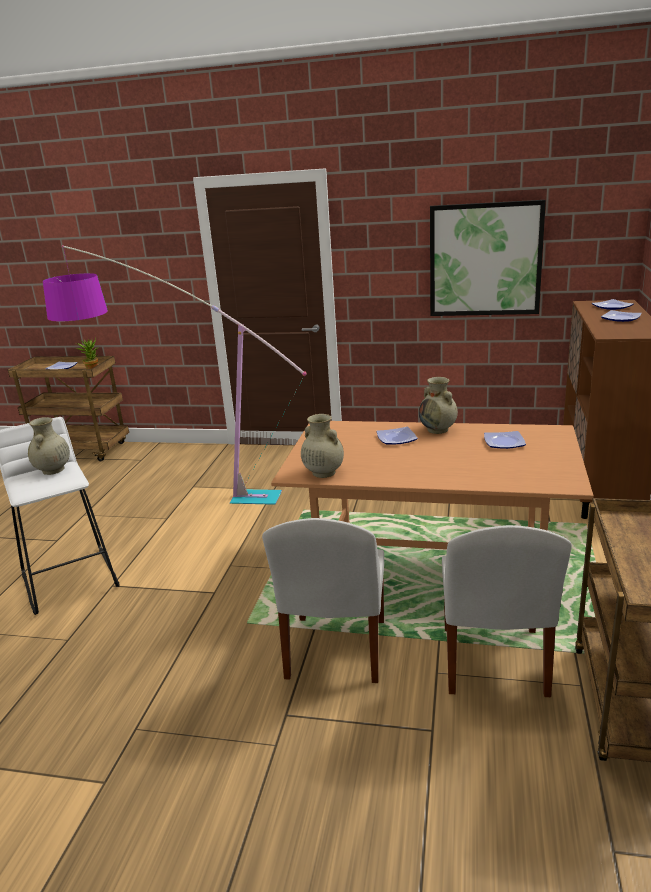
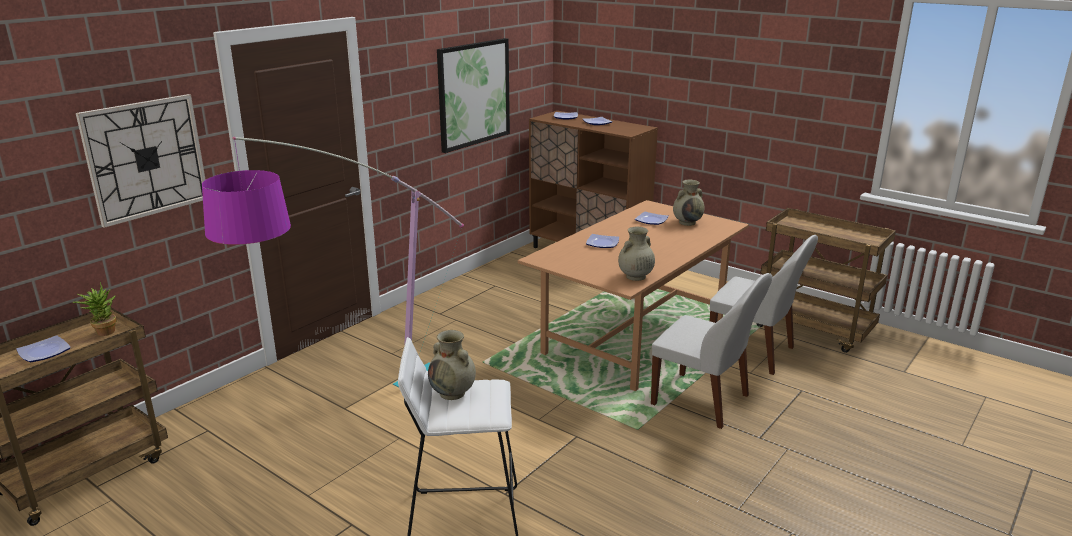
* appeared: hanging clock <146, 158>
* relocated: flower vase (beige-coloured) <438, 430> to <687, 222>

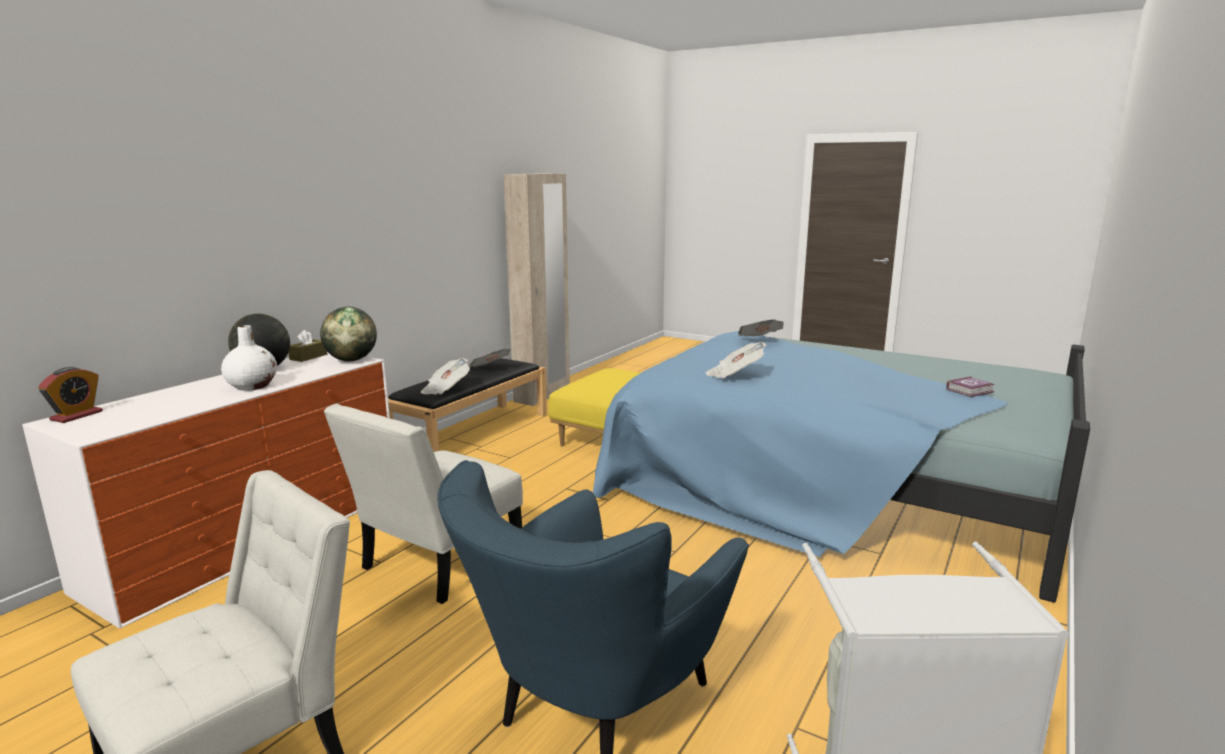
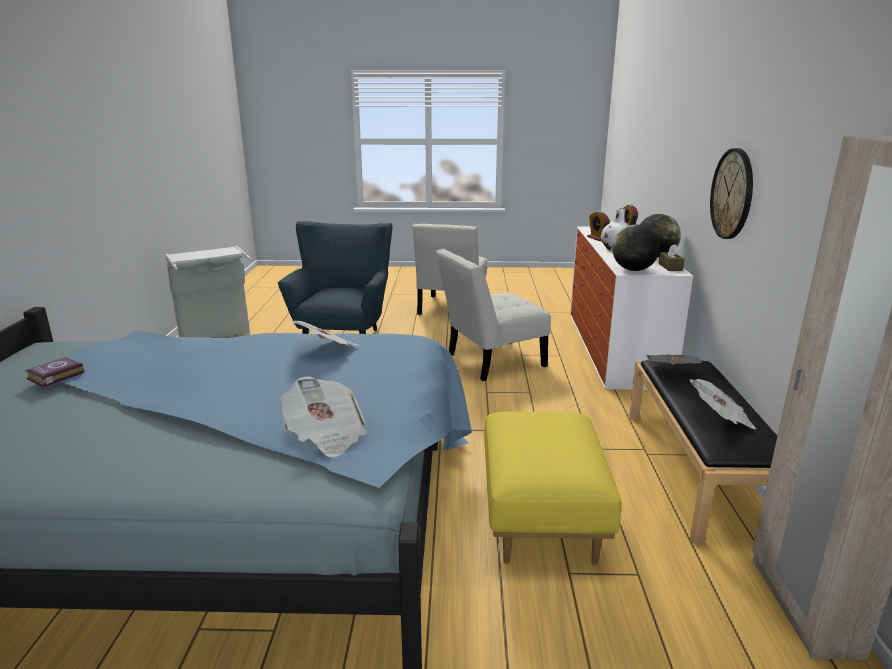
* appeared: bedside clock <597, 238>
* appeared: hanging clock <732, 194>
* spun: upright chair (whitish) <437, 563> = <490, 361> 120 degrees counterclockwise

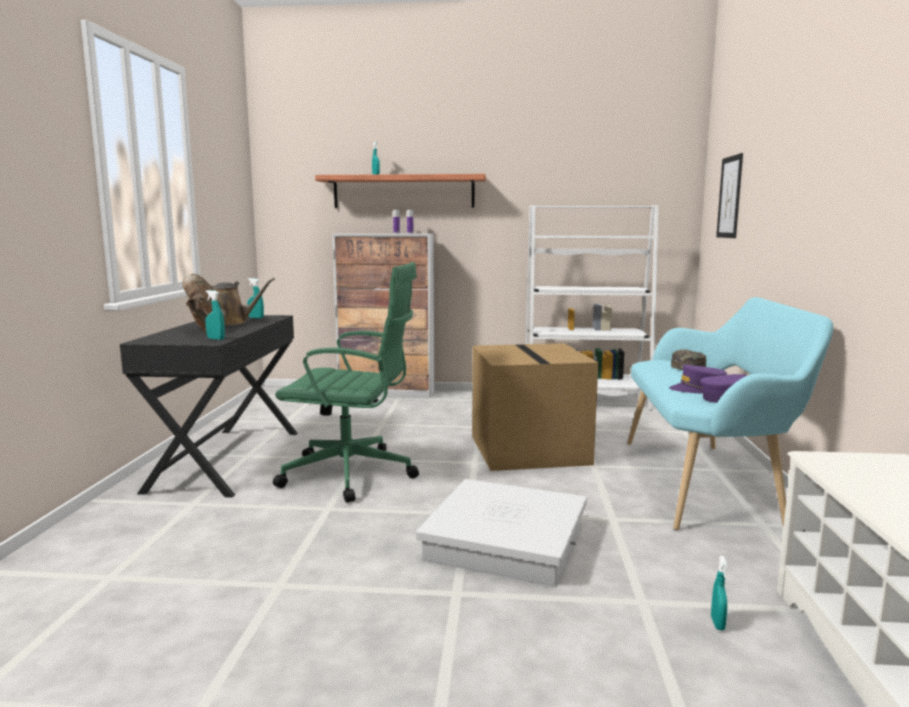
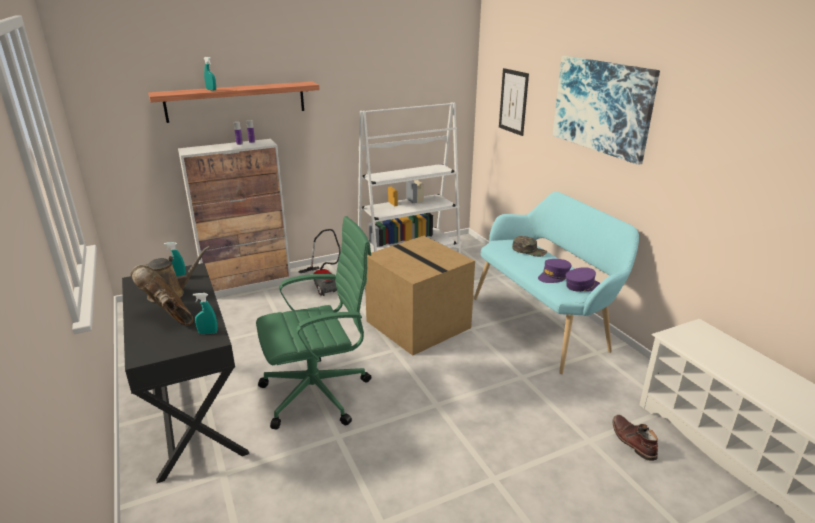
* missing: storage bin (whitish) <505, 541>
* appeared: hoover <324, 284>
* appeared: wall art <602, 106>
* exchanged: spray bottle (blue-green) <717, 623> to tall boot (brown-coloured) <632, 441>

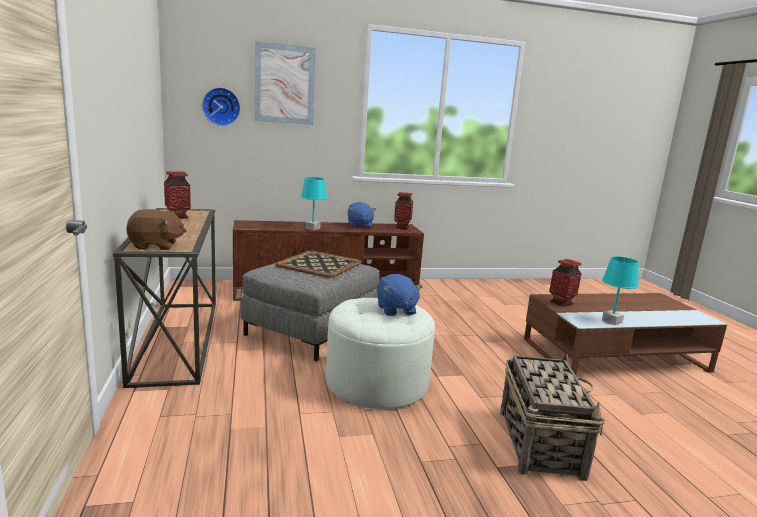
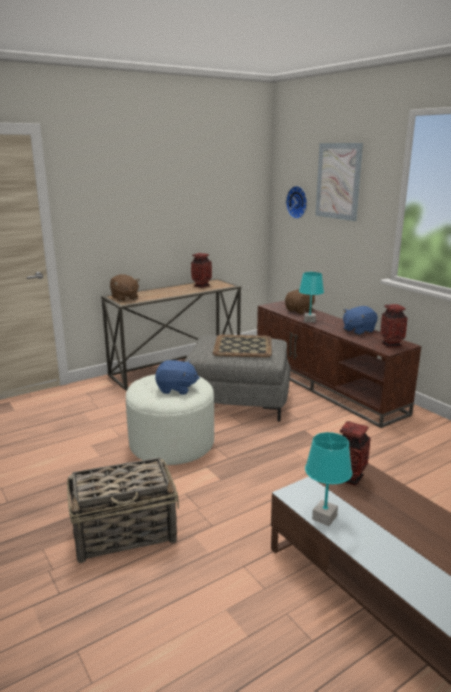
* appeared: plush toy (brown-coloured) <300, 311>
* spun: plush toy (bluish) <395, 310> = <176, 389> 135 degrees counterclockwise

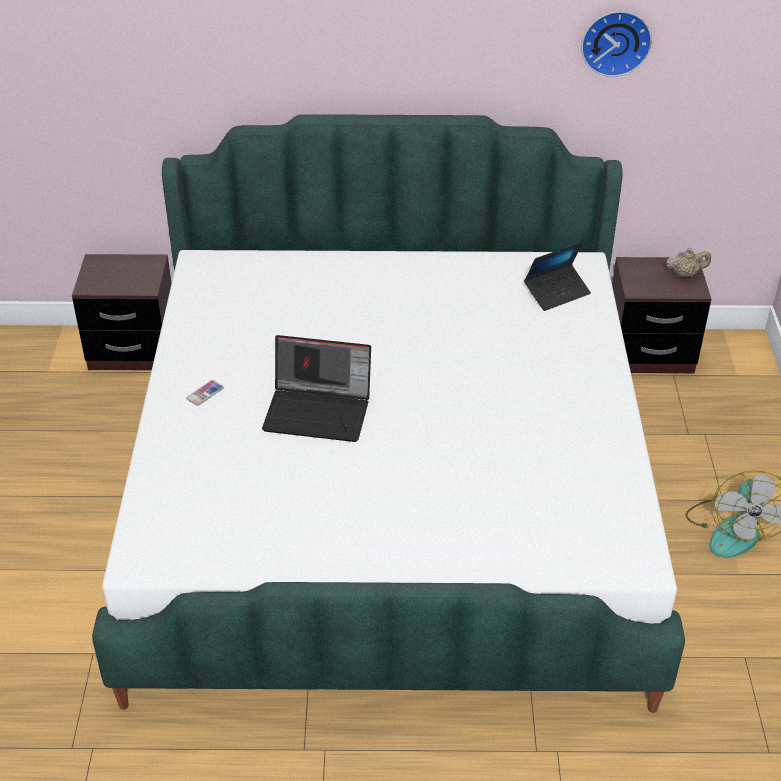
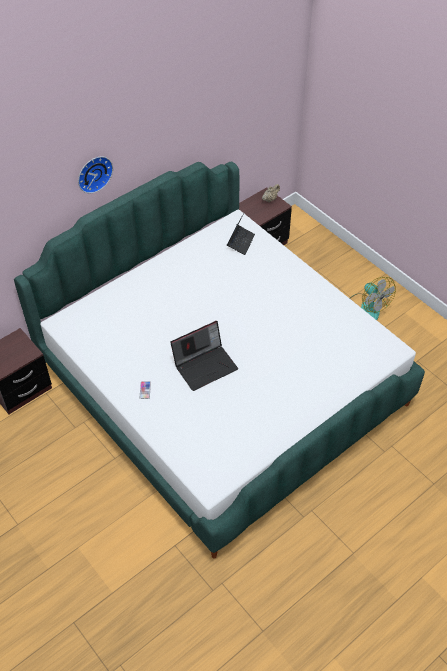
* relocated: hanging clock <615, 41> to <93, 173>

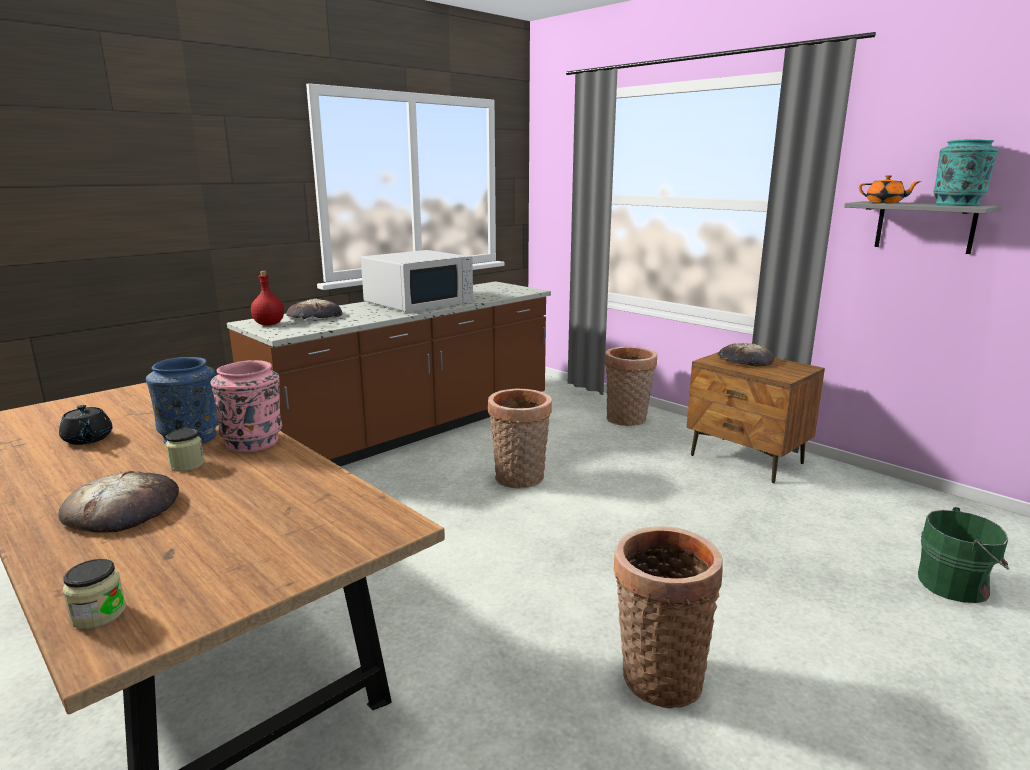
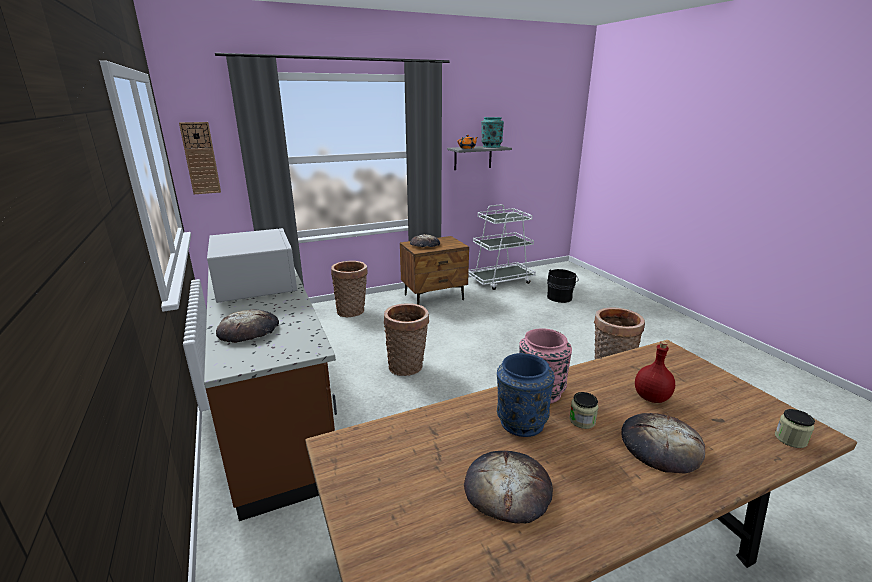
* appeared: hanging clock <200, 158>
* appeared: cart (whitish) <501, 281>
* relocated: drink bottle (reddish) <269, 324> to <652, 397>
* exchanged: tea pot (black) <88, 439> to bread <507, 488>
* colour: pail (green) <956, 585> to pail (black) <560, 297>

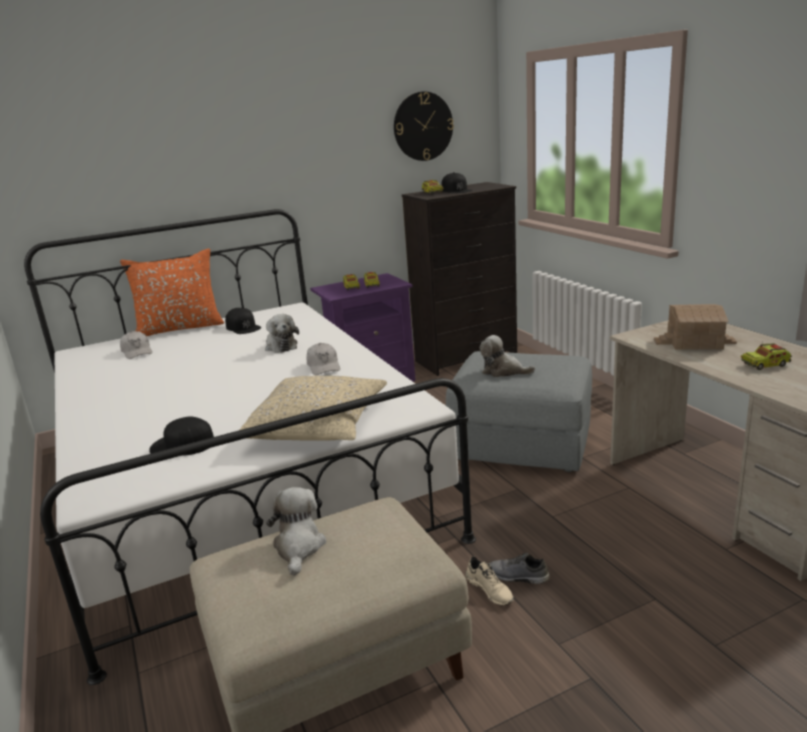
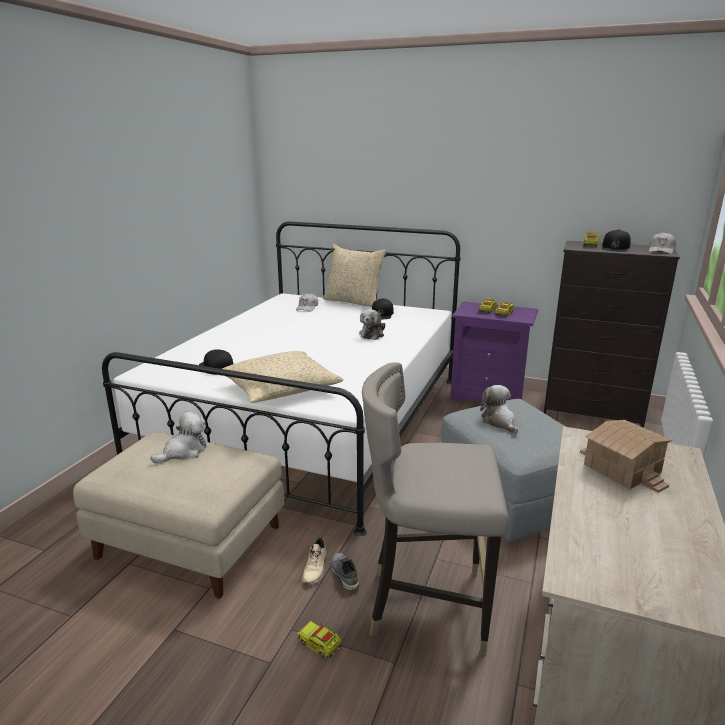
* missing: hanging clock <423, 126>
* appeared: stool seat (greyish) <427, 605>
* relocated: baseball cap (whitish) <324, 366> to <661, 250>
* relocated: model truck <765, 364> to <320, 644>
* colour: throw pillow (orange-coloured) <180, 328> to throw pillow (beige-coloured) <353, 302>

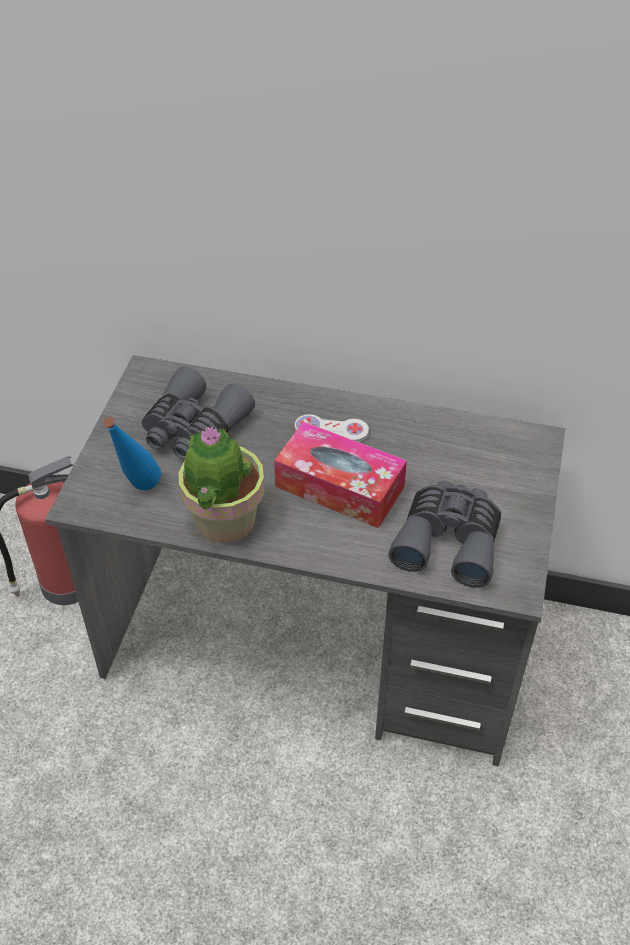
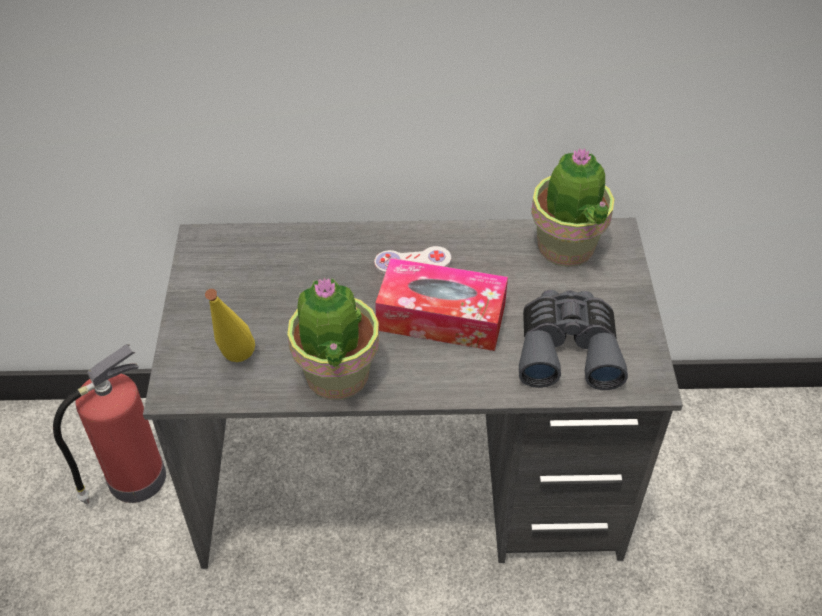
* missing: pair of binoculars (greyish) <193, 429>
* appeared: plant in a pot <565, 247>
* colour: drink bottle (bluish) <139, 493> to drink bottle (yellowish) <236, 366>

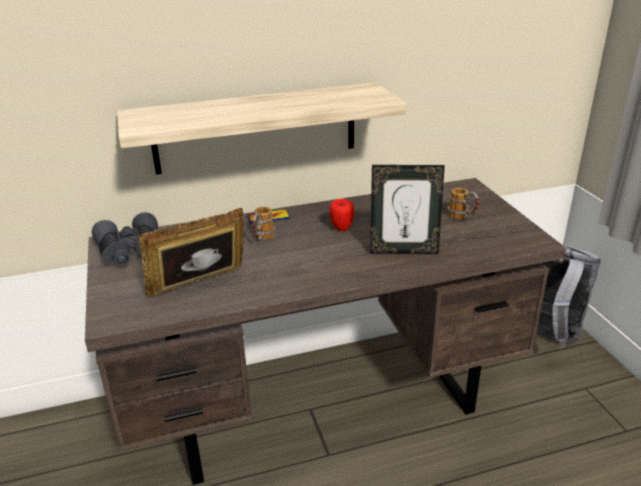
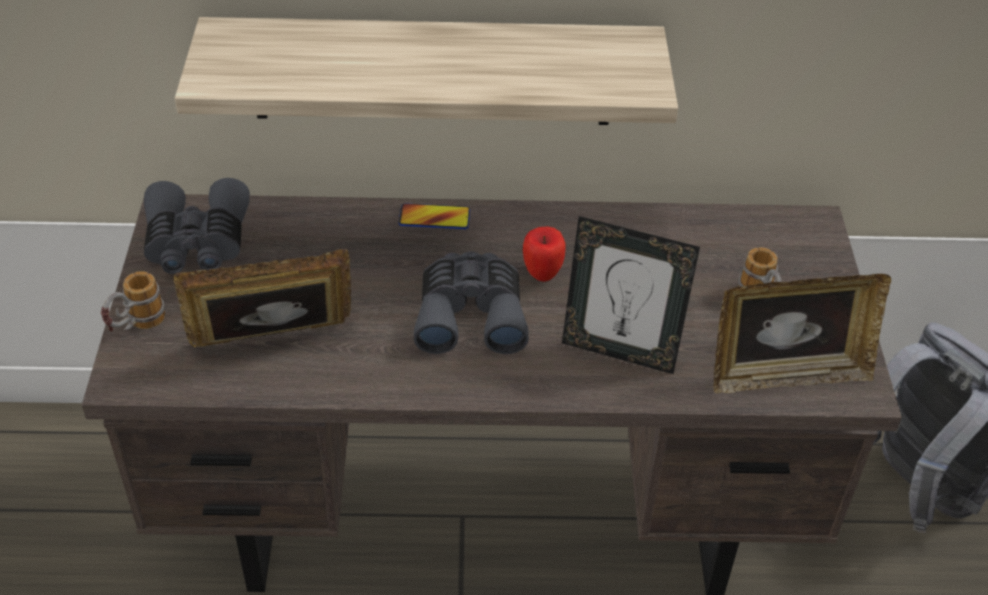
* appeared: pair of binoculars (greyish) <470, 314>
* appeared: standing frame <786, 375>
* relocated: coffee mug <261, 240> to <136, 327>

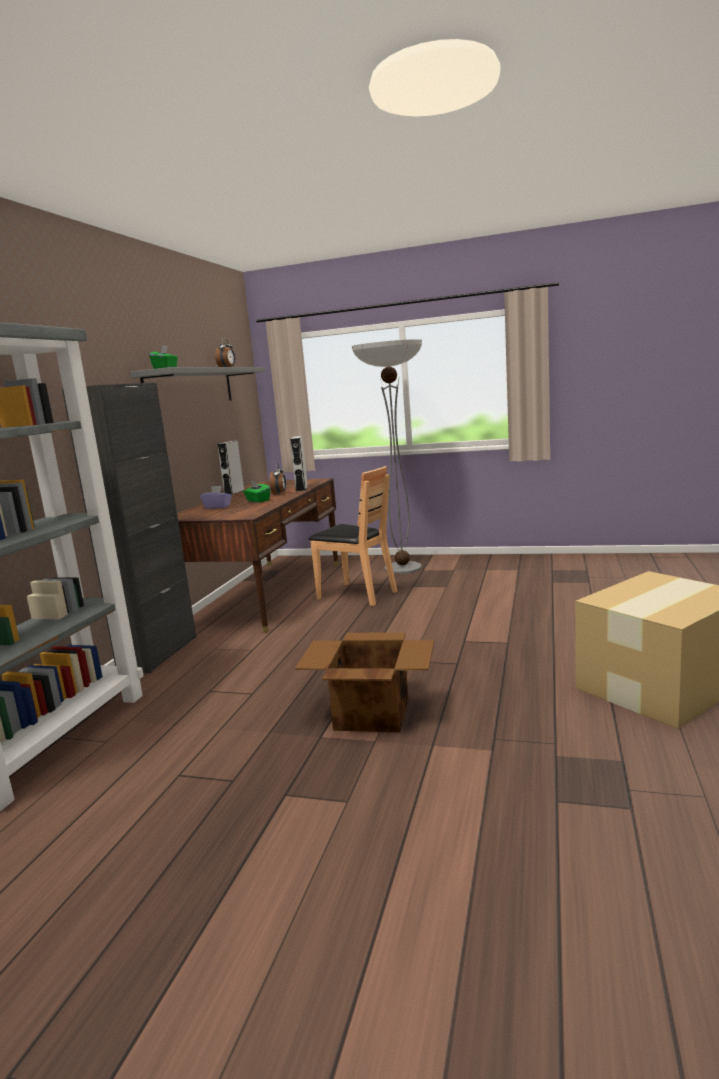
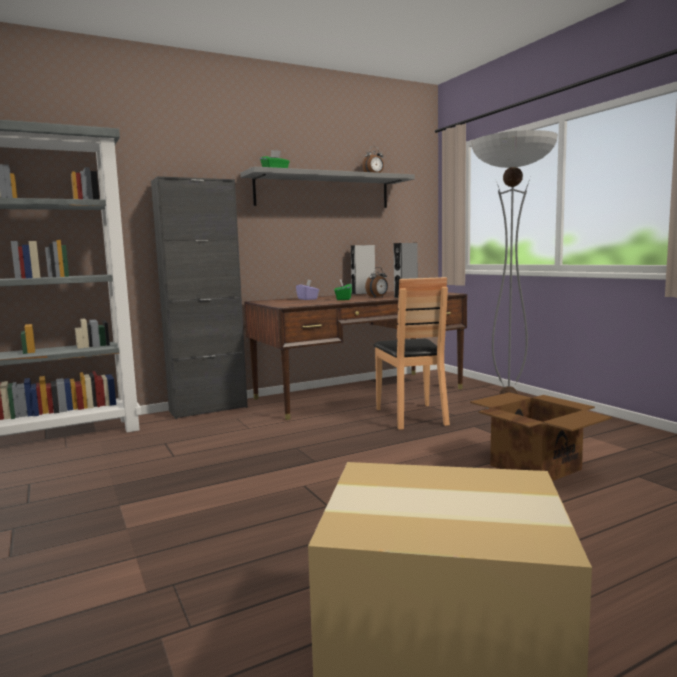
* relocated: packing box <371, 713> to <534, 467>

